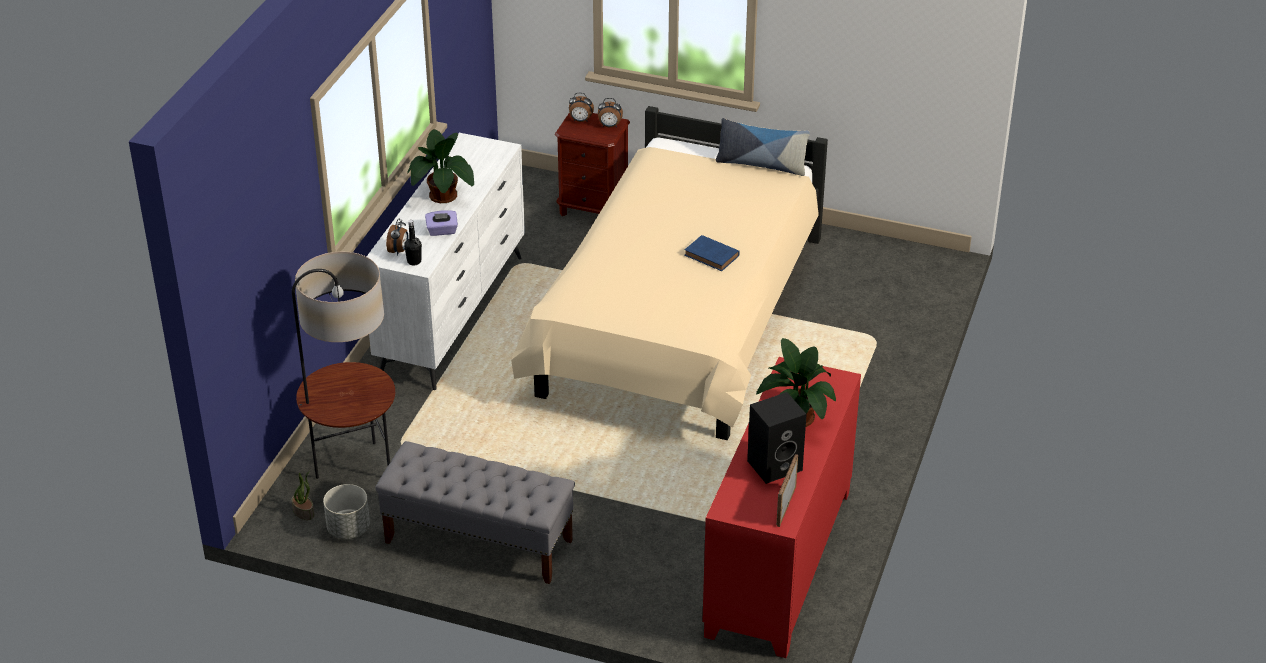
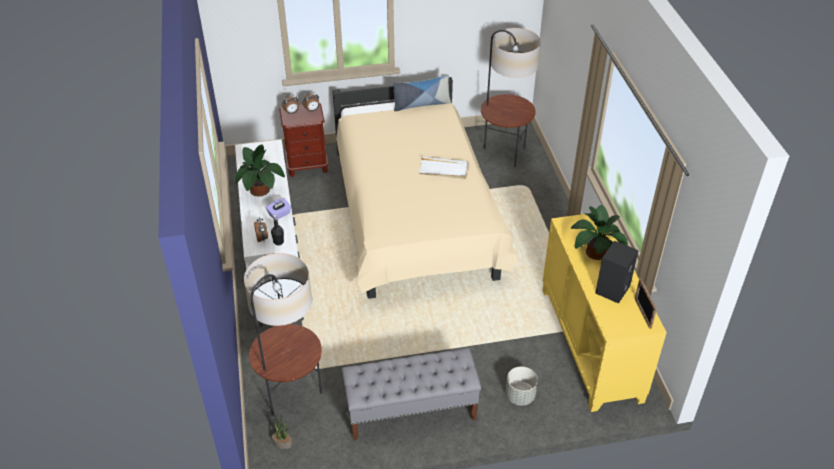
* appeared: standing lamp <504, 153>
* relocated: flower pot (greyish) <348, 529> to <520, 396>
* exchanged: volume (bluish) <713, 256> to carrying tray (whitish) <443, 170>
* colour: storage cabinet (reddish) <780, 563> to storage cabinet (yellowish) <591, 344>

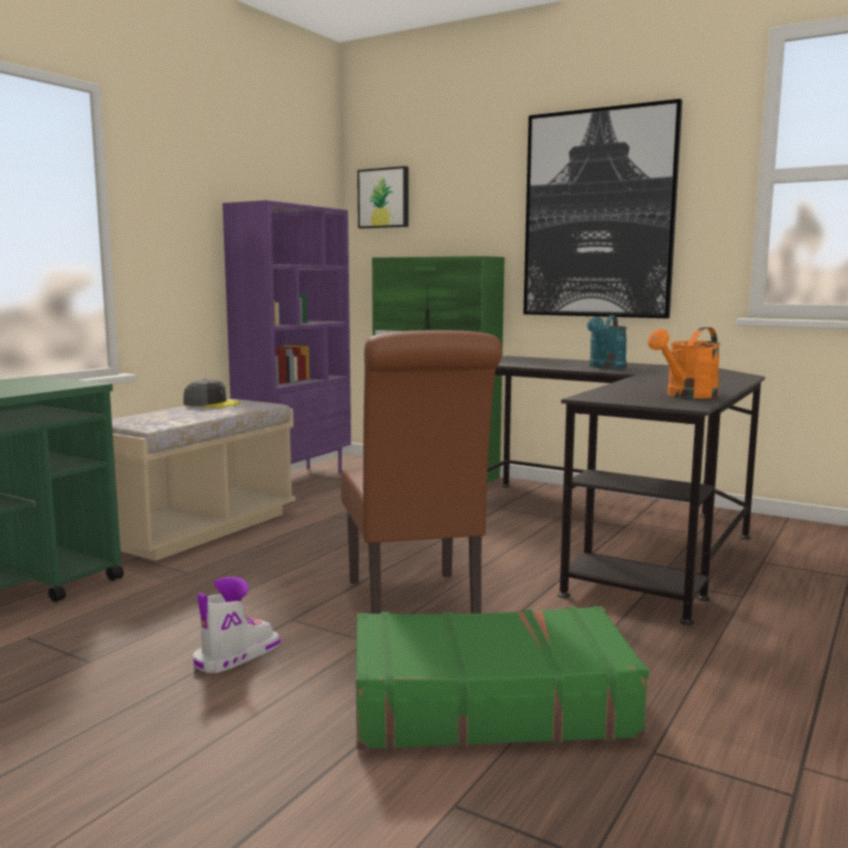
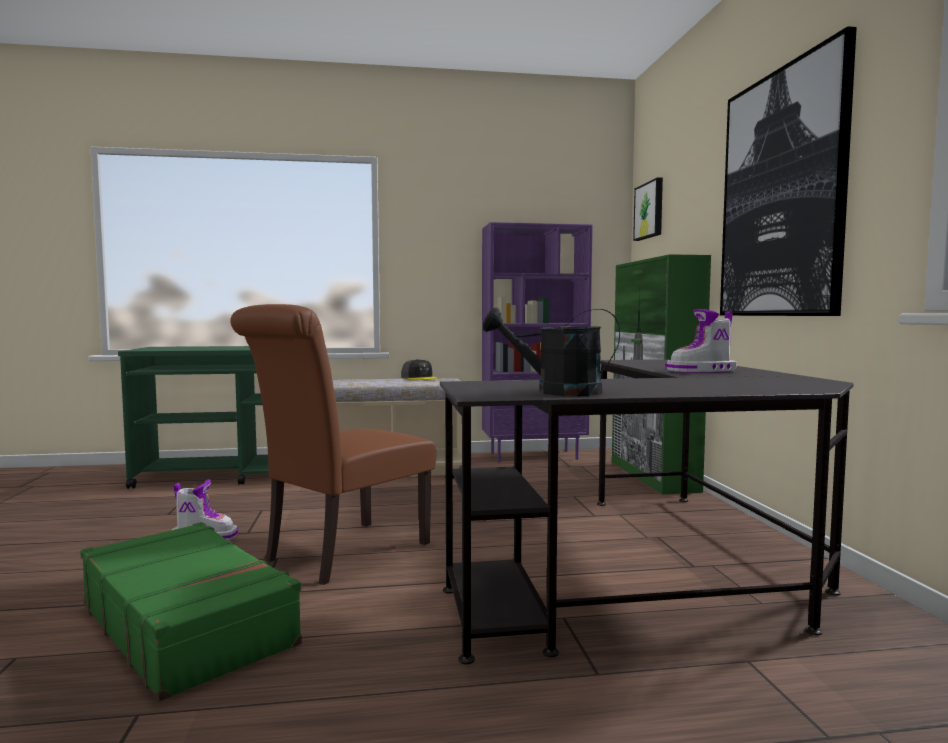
* exchanged: sprinkling can (blue-green) <605, 367> to tall boot <701, 371>
* colour: sprinkling can (orange-coloured) <687, 396> to sprinkling can (black) <556, 392>

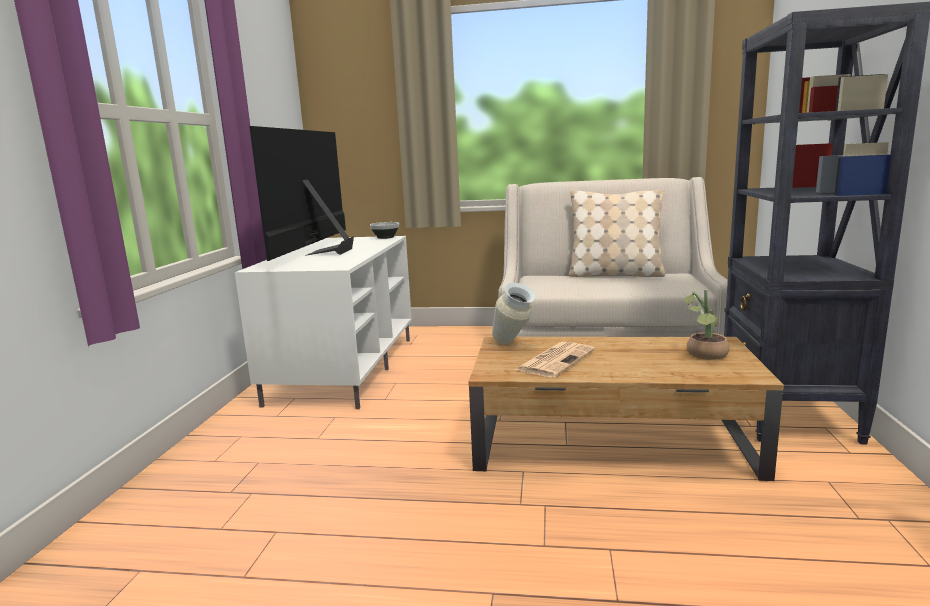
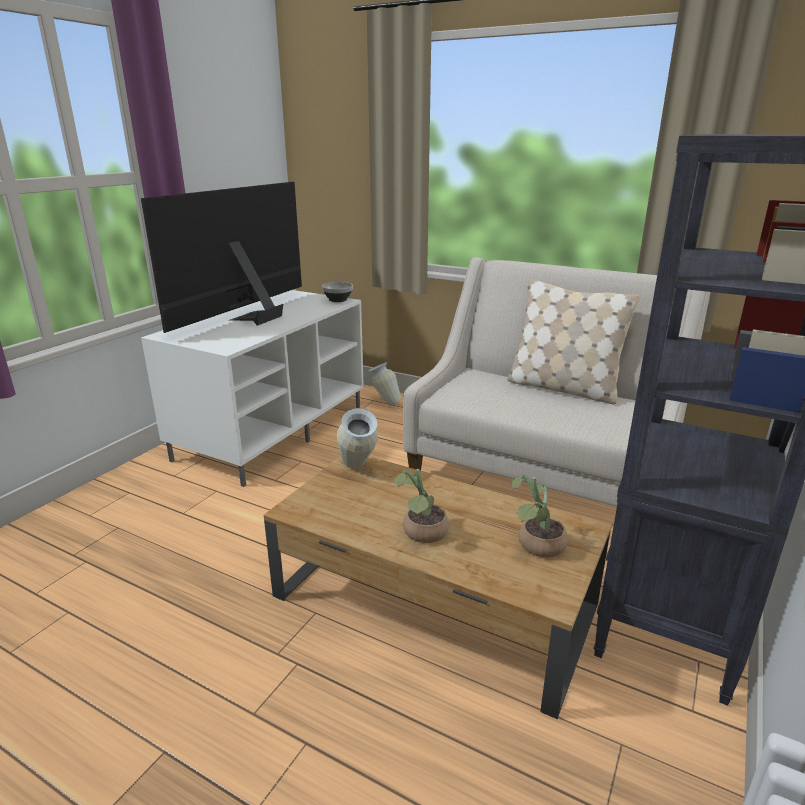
* missing: printed paper <555, 360>
* appeared: flower vase <384, 403>
* appeared: plant in a pot <422, 534>

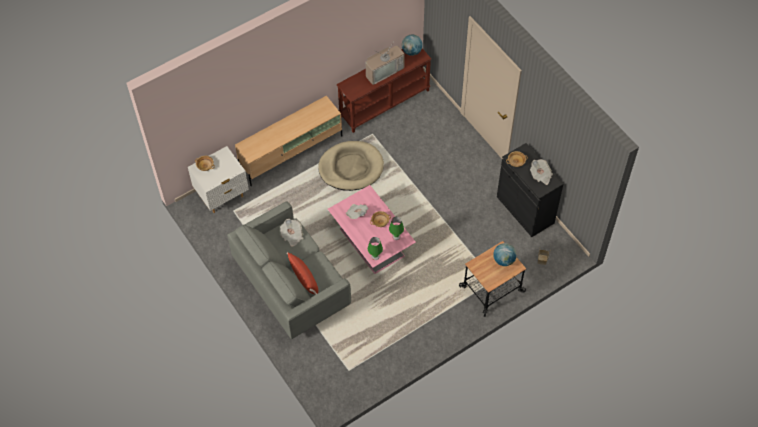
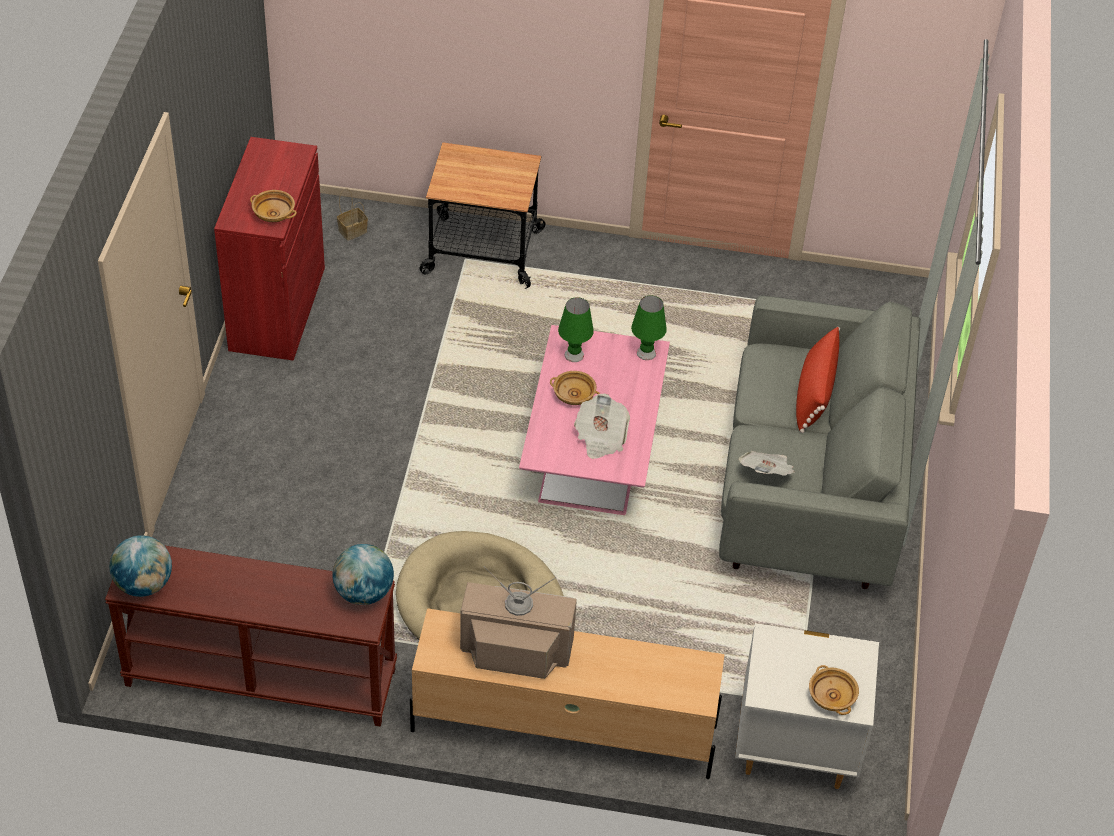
* missing: printed paper <540, 175>
* relocated: TV set <383, 70> to <514, 650>
* relocated: desk globe <504, 260> to <363, 592>
* colour: storage cabinet (black) <525, 210> to storage cabinet (reddish) <277, 309>

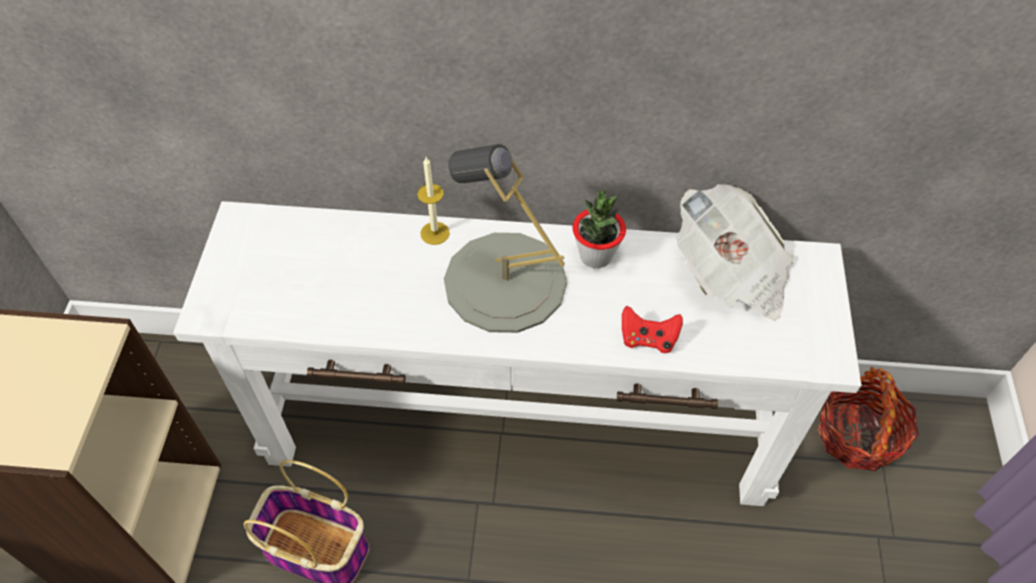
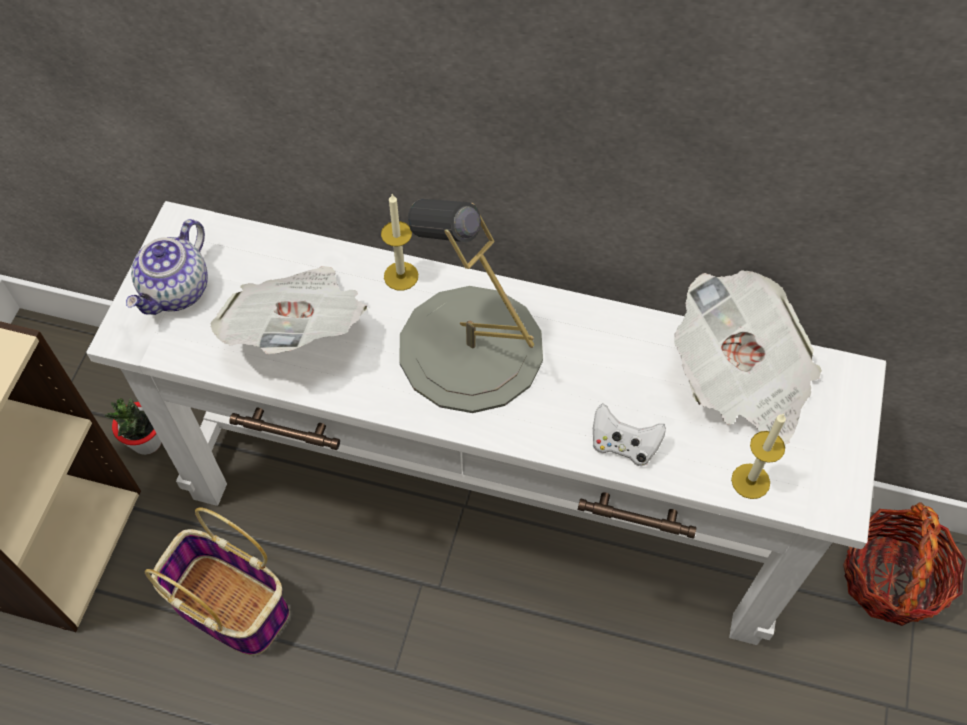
* appeared: tea pot <176, 291>
* appeared: printed paper <298, 329>
* appeared: candle <750, 481>
* relocated: plant in a pot <596, 256> to <147, 442>
* colour: joypad (reddish) <648, 339> to joypad (whitish) <623, 445>

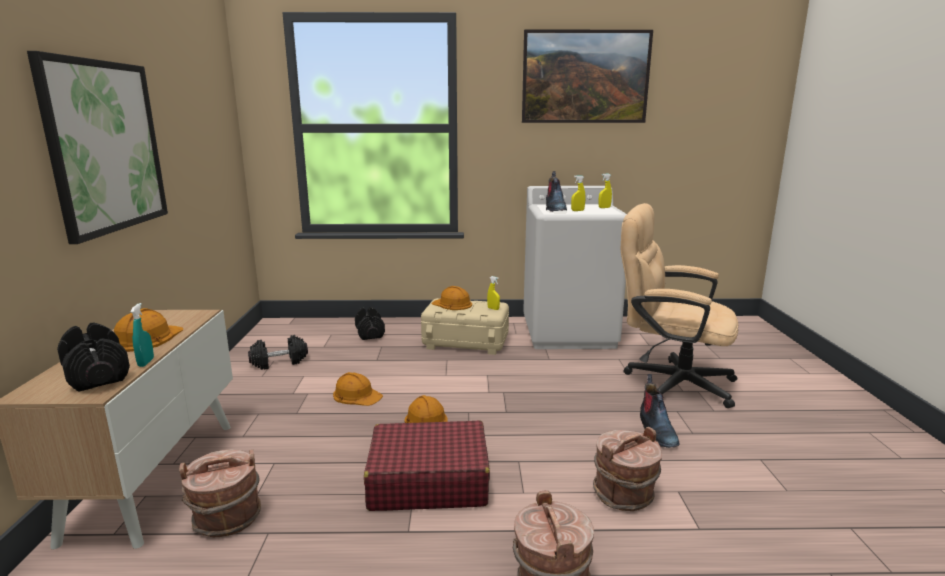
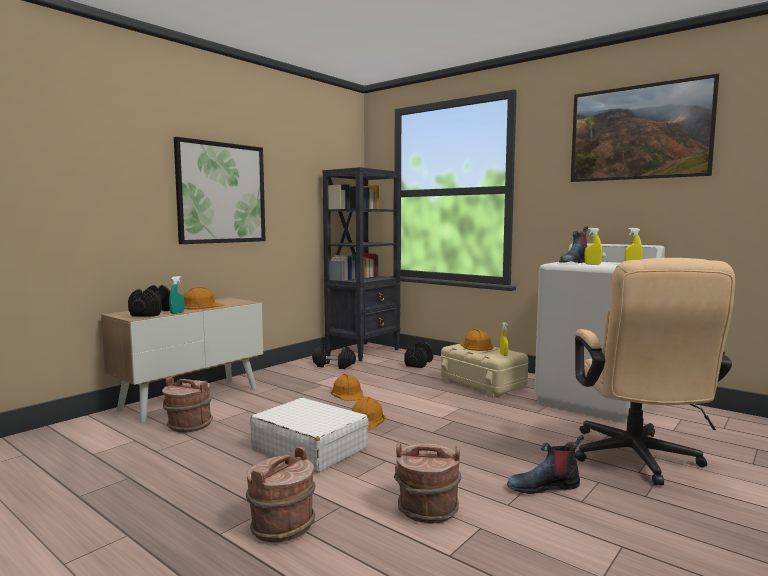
* appeared: shelving unit (black) <363, 351>
* colour: suitcase (reddish) <428, 481> to suitcase (whitish) <309, 448>
* spun: desk chair (beige-coloured) <669, 381> = <637, 461> 150 degrees counterclockwise
* spun: tall boot <656, 431> = <544, 486> 45 degrees clockwise

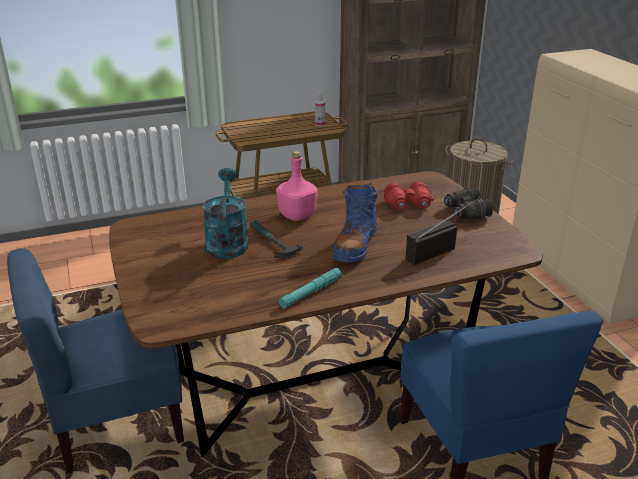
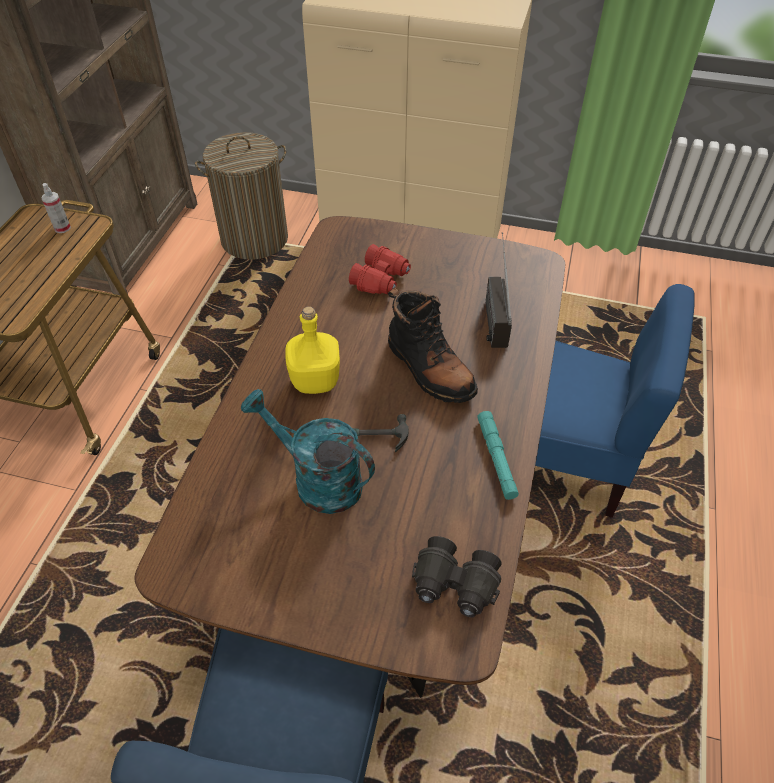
* relocated: pair of binoculars (black) <466, 212> to <455, 586>
* colour: drink bottle (pink-coloured) <296, 216> to drink bottle (yellowish) <315, 382>
* colour: tall boot (bluish) <355, 245> to tall boot (black) <429, 369>

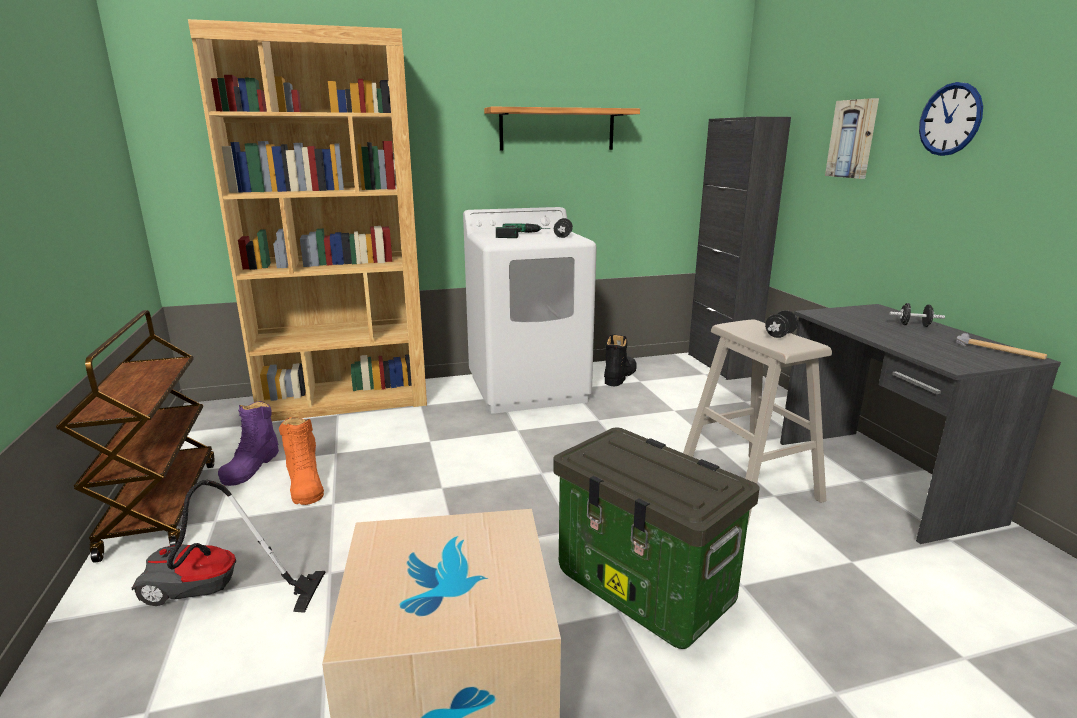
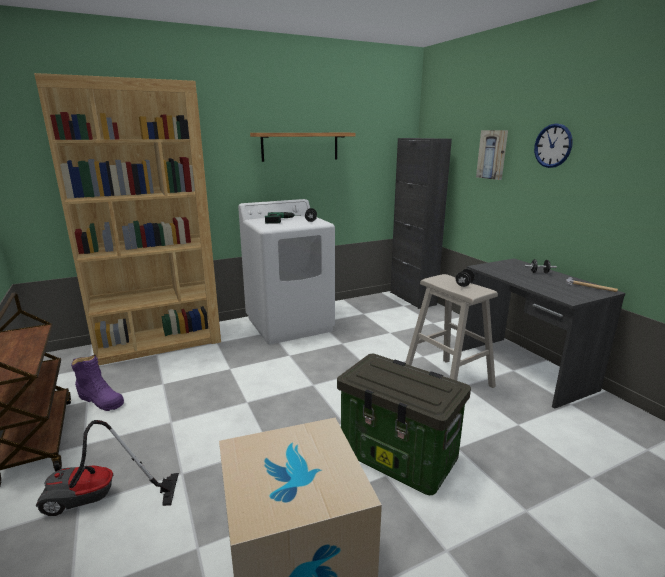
* missing: tall boot (orange-coloured) <305, 484>
* missing: tall boot (black) <619, 376>
* spun: tall boot (purple-coloured) <251, 466> = <100, 400> 60 degrees counterclockwise

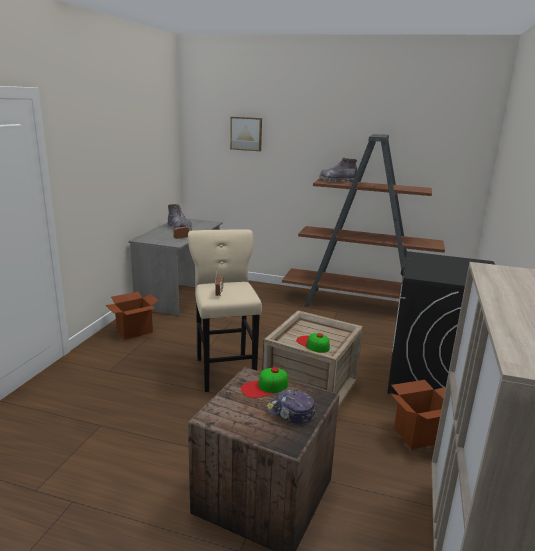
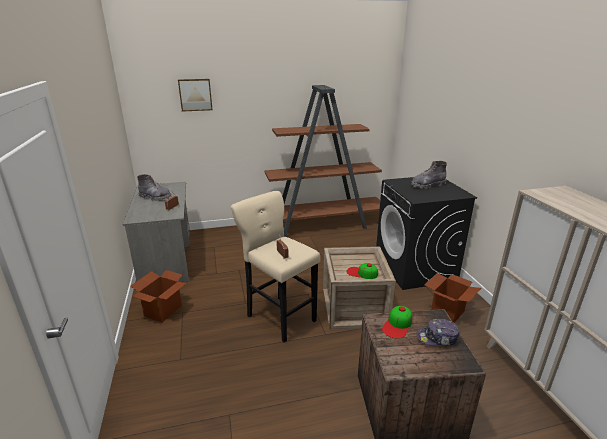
* relocated: tall boot (greyish) <337, 181> to <427, 185>

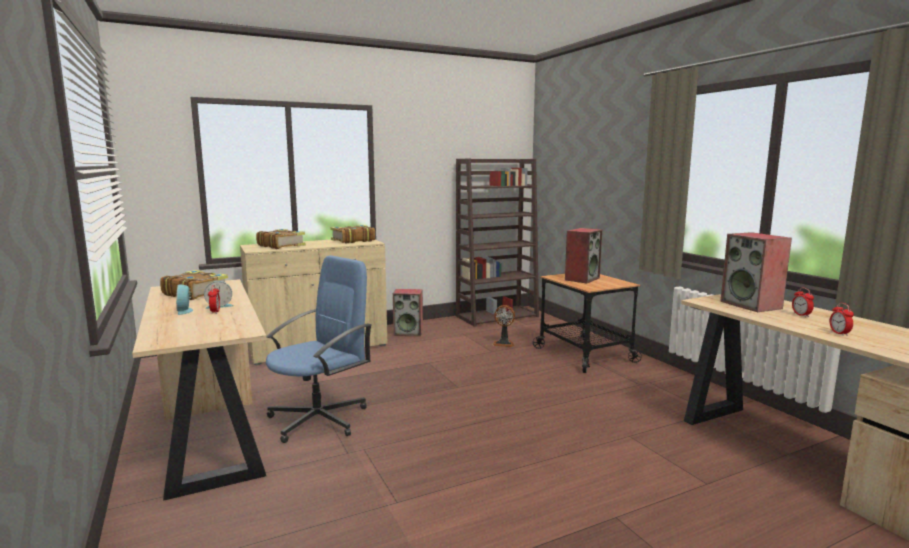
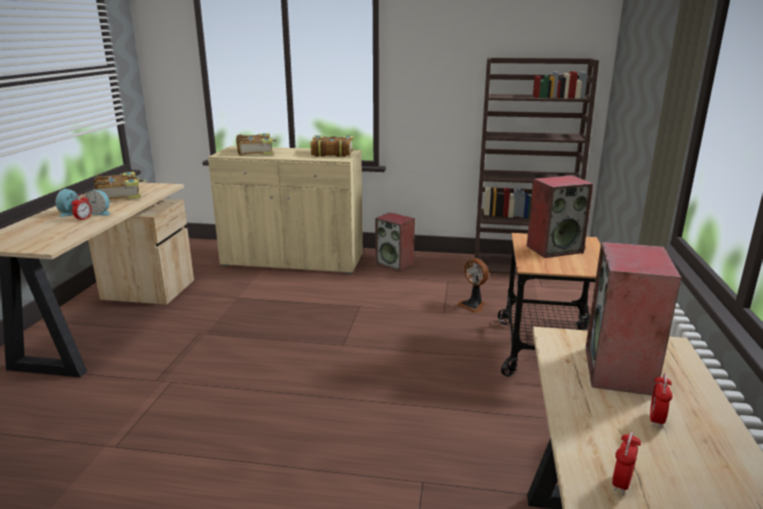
* missing: desk chair (bluish) <319, 419>

